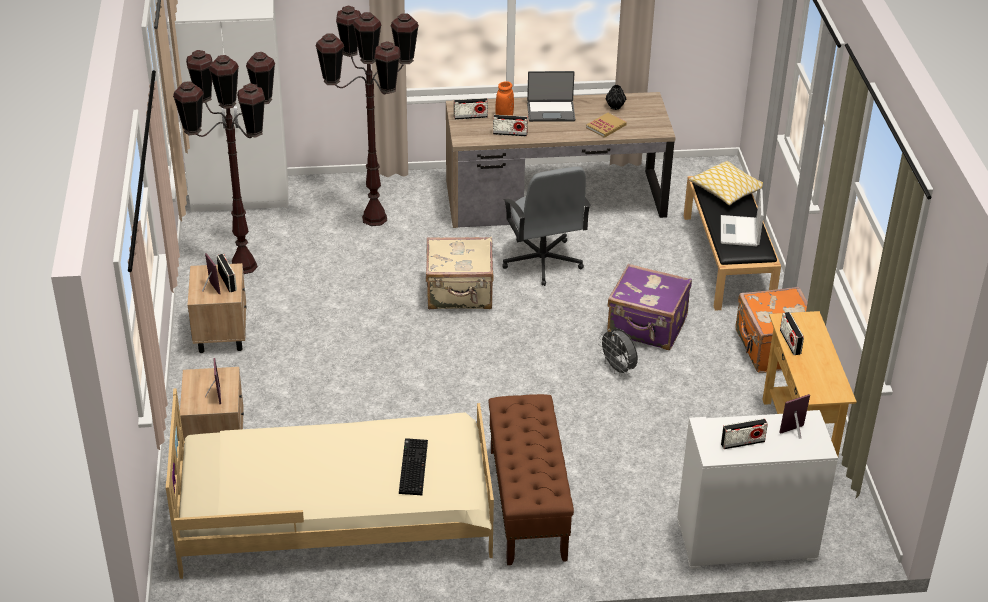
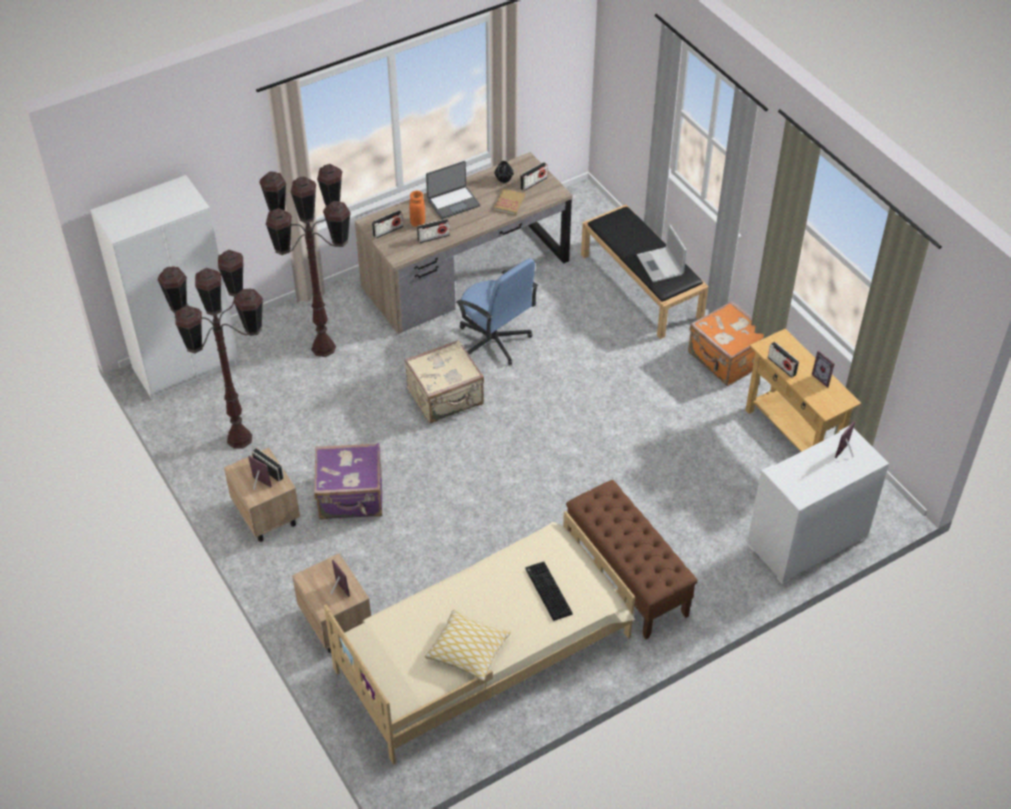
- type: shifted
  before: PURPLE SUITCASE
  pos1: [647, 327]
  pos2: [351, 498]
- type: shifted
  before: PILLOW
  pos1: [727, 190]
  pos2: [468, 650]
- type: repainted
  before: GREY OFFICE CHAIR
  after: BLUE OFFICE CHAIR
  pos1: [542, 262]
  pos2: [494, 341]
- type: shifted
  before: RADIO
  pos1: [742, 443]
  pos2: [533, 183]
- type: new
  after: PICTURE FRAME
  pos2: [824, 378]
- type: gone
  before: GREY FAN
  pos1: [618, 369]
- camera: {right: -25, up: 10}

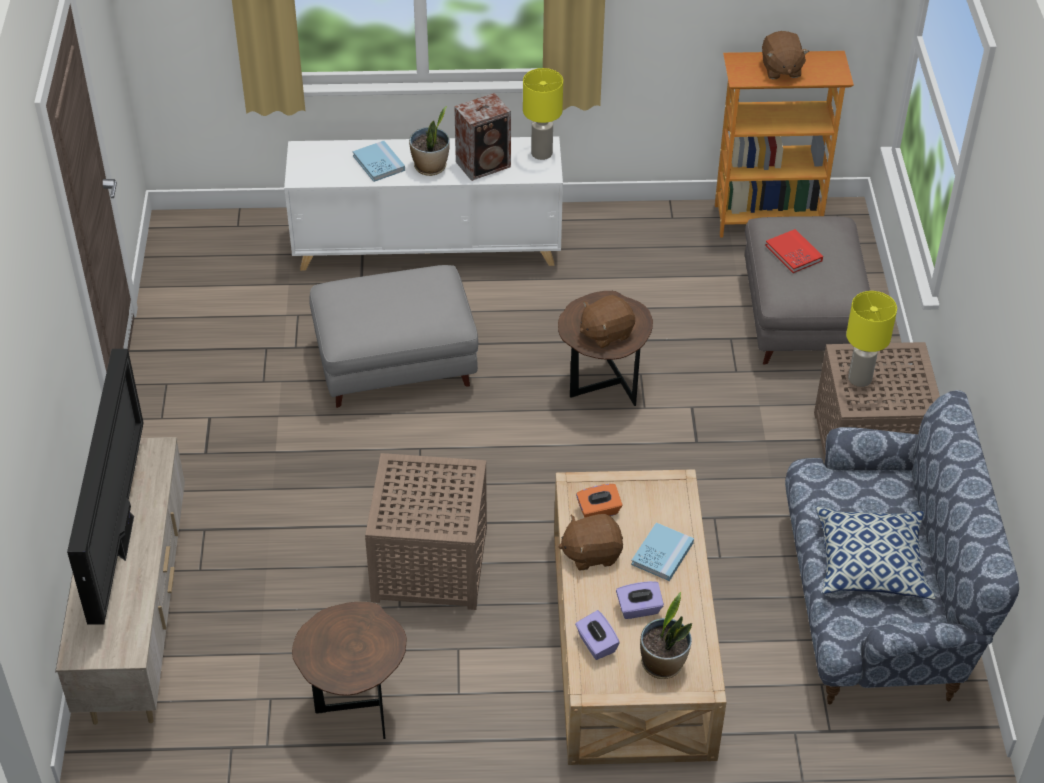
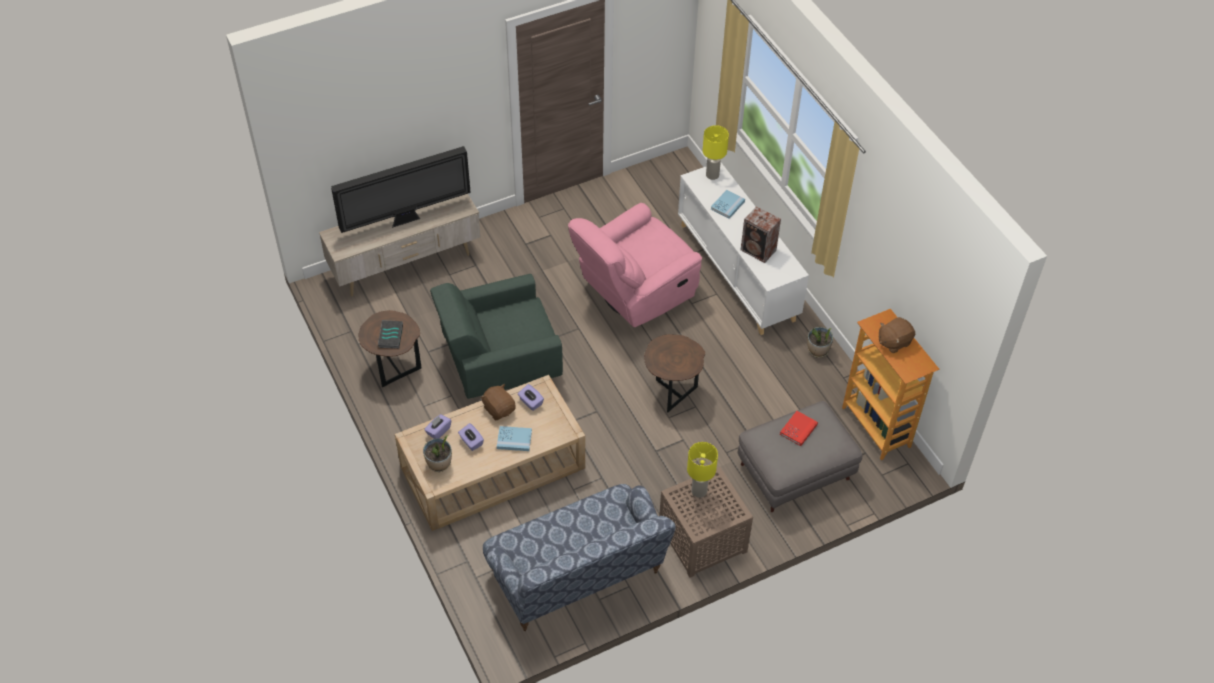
- type: new
  after: BOOK
  pos2: [390, 336]
- type: swapped
  before: BROWN SIDE TABLE
  after: GREEN ARMCHAIR
  pos1: [427, 566]
  pos2: [499, 362]
- type: repainted
  before: ORANGE TISSUE BOX
  after: PURPLE TISSUE BOX
  pos1: [598, 511]
  pos2: [530, 402]
- type: swapped
  before: GREY OTTOMAN
  after: PINK ARMCHAIR
  pos1: [395, 365]
  pos2: [634, 294]
- type: shifted
  before: YELLOW TABLE LAMP
  pos1: [541, 154]
  pos2: [712, 175]
- type: shifted
  before: POTTED PLANT
  pos1: [430, 167]
  pos2: [818, 351]
- type: gone
  before: BROWN PLUSH TOY
  pos1: [606, 333]
- type: gone
  before: PILLOW
  pos1: [871, 565]
- camera: {right: 65, up: 5}

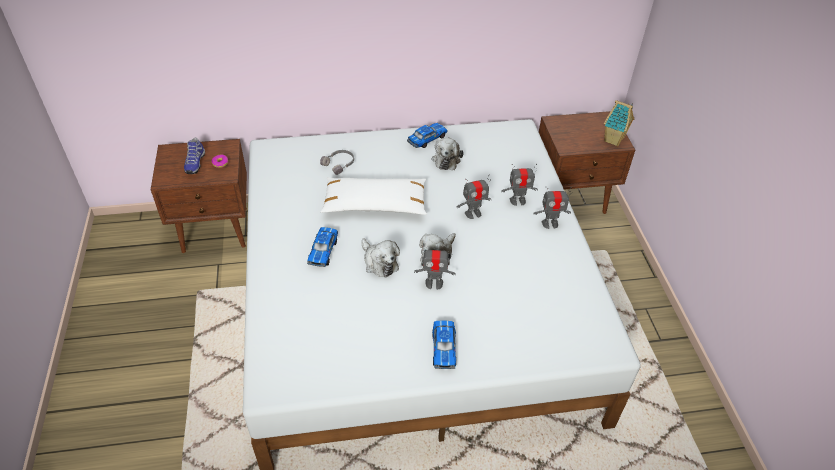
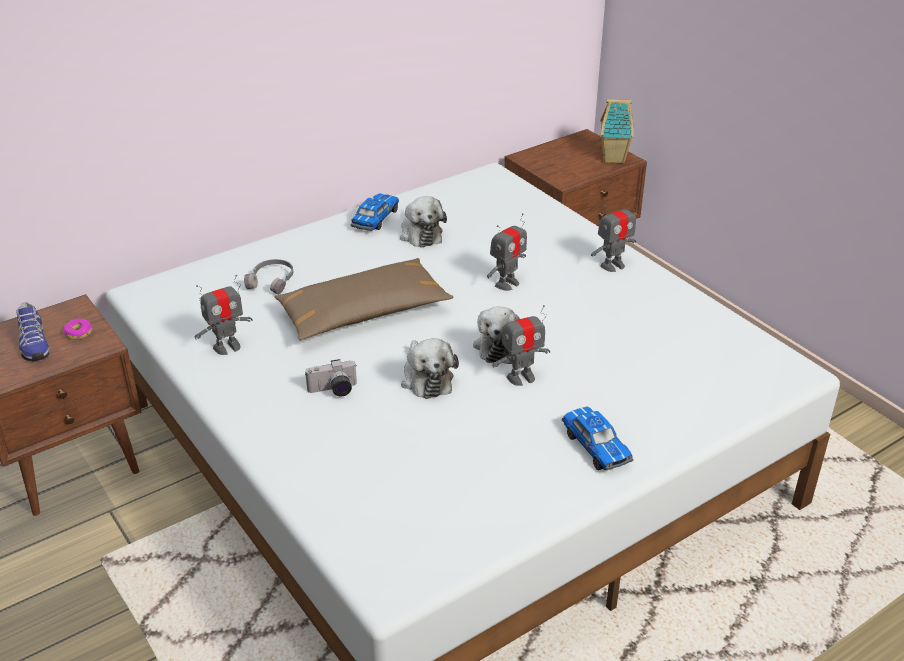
- type: shifted
  before: TOY ROBOT
  pos1: [517, 201]
  pos2: [227, 347]
- type: repainted
  before: WHITE PILLOW
  after: BROWN PILLOW
  pos1: [375, 204]
  pos2: [363, 312]
- type: swapped
  before: TOY CAR
  after: PHOTO CAMERA
  pos1: [323, 251]
  pos2: [333, 391]
- type: rotated
  before: PLUSH TOY
  pos1: [379, 262]
  pos2: [426, 378]
  turn: 45
- camera: {right: -25, up: -10}

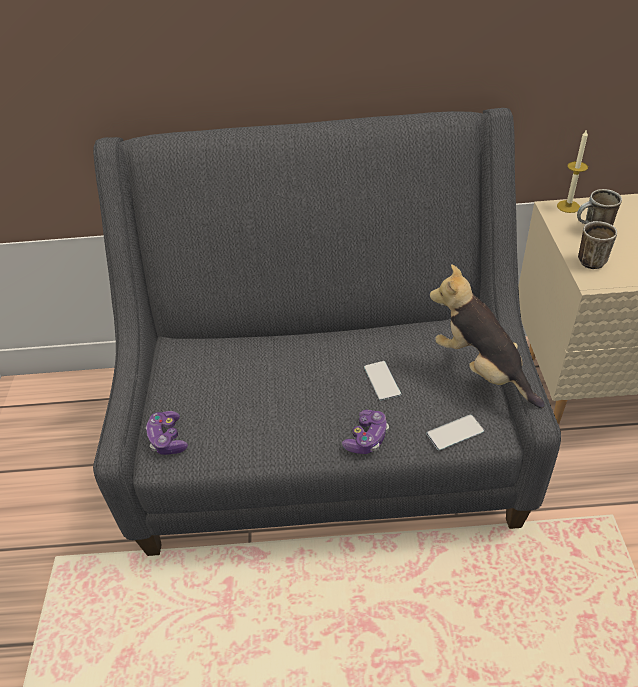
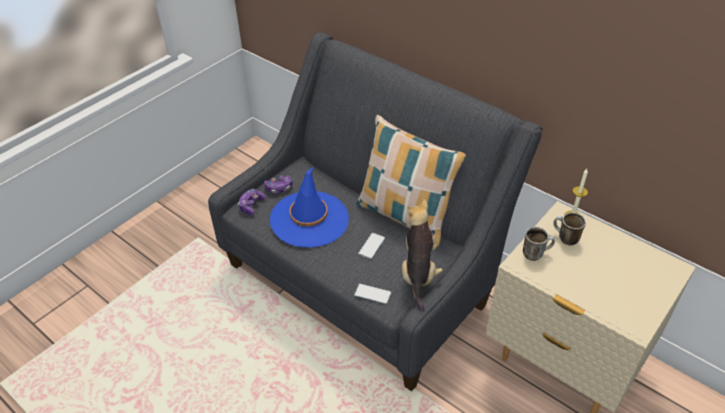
- type: shifted
  before: GAME CONTROLLER
  pos1: [367, 438]
  pos2: [279, 188]
- type: new
  after: BLUE HAT
  pos2: [309, 219]
- type: new
  after: PILLOW
  pos2: [405, 216]
- camera: {right: 40, up: 0}

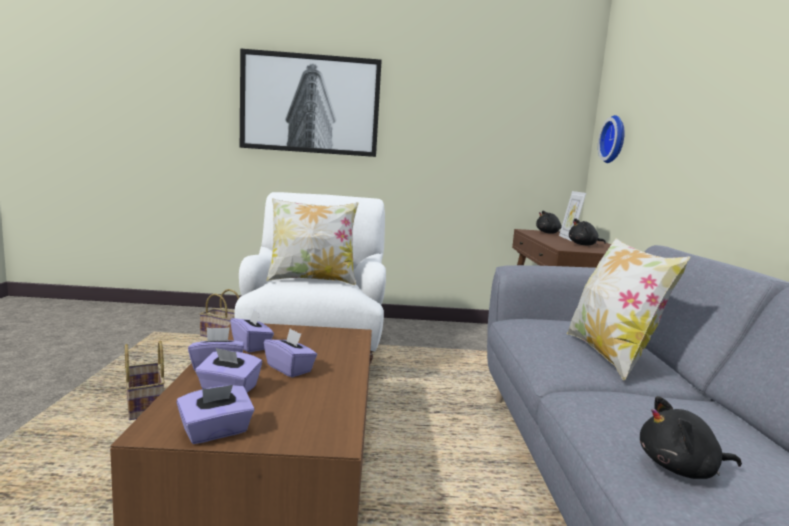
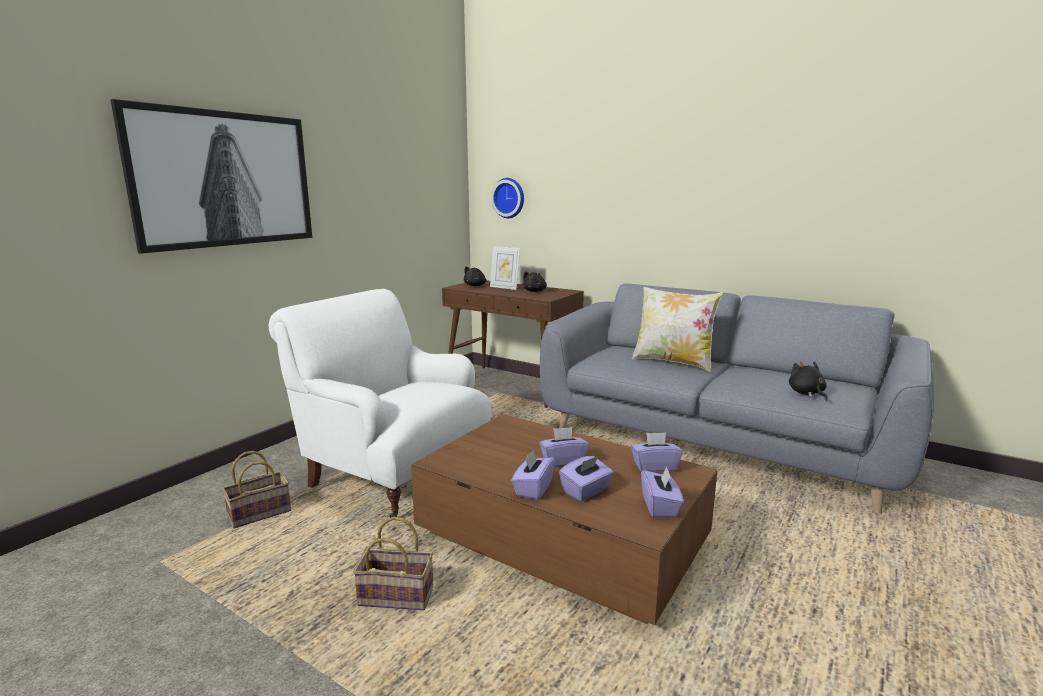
- type: shifted
  before: PURPLE TISSUE BOX
  pos1: [251, 345]
  pos2: [654, 467]
- type: rotated
  before: BLACK PLUSH TOY
  pos1: [681, 469]
  pos2: [807, 393]
  turn: 135
- type: gone
  before: PILLOW
  pos1: [312, 280]
- camera: {right: -55, up: 5}

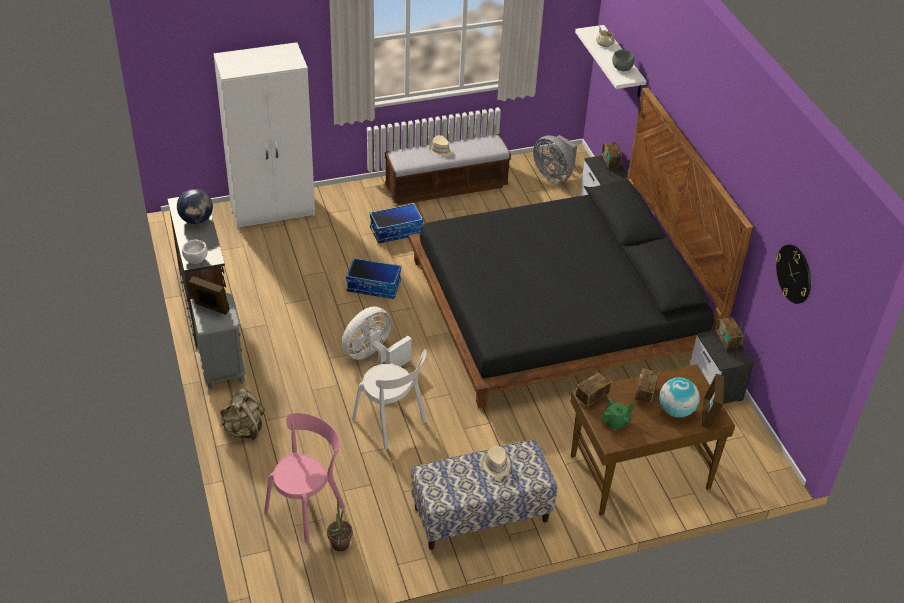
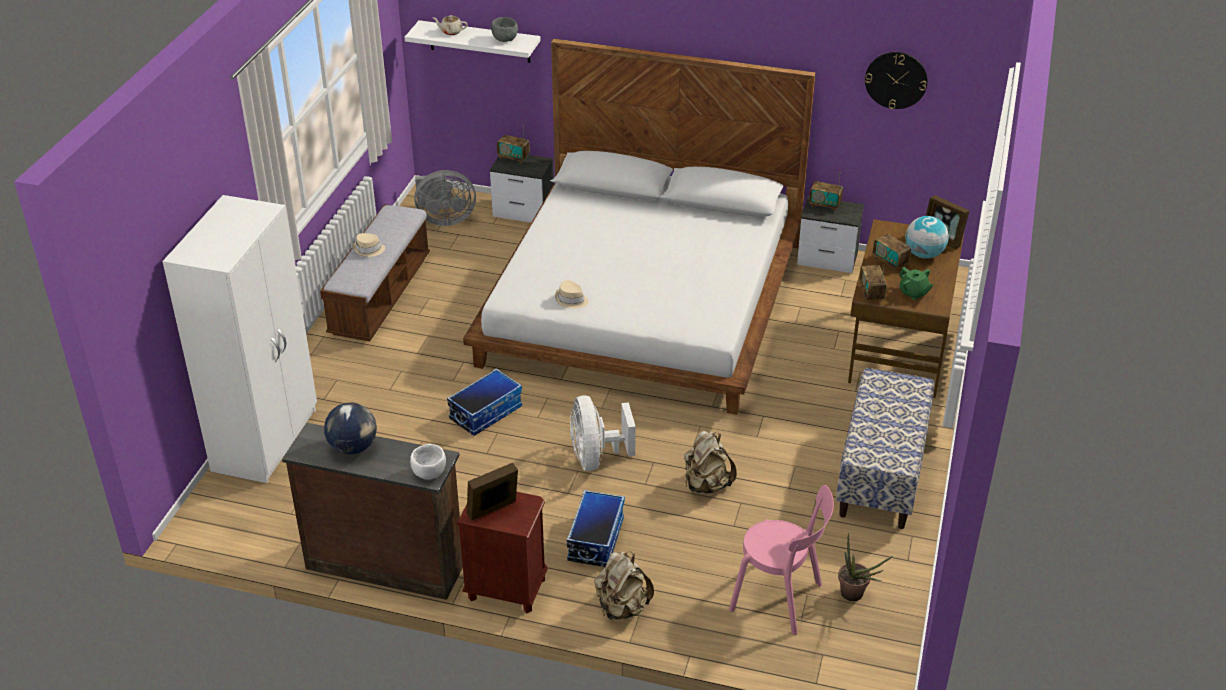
- type: repainted
  before: GREY NIGHTSTAND
  after: BROWN NIGHTSTAND
  pos1: [222, 369]
  pos2: [506, 589]
- type: repainted
  before: BLACK BED
  after: WHITE BED
  pos1: [557, 307]
  pos2: [641, 303]
- type: shifted
  before: BEIGE HAT
  pos1: [496, 464]
  pos2: [571, 300]
- type: shifted
  before: STORAGE BOX
  pos1: [396, 231]
  pos2: [595, 539]
- type: swapped
  before: WHITE CHAIR
  after: BEIGE BACKPACK
  pos1: [391, 422]
  pos2: [706, 484]
- type: rotated
  before: PINK CHAIR
  pos1: [307, 506]
  pos2: [780, 599]
  turn: 135
- type: rotated
  before: GREEN TEAPOT
  pos1: [616, 422]
  pos2: [913, 293]
  turn: 135
- camera: {right: -55, up: -5}

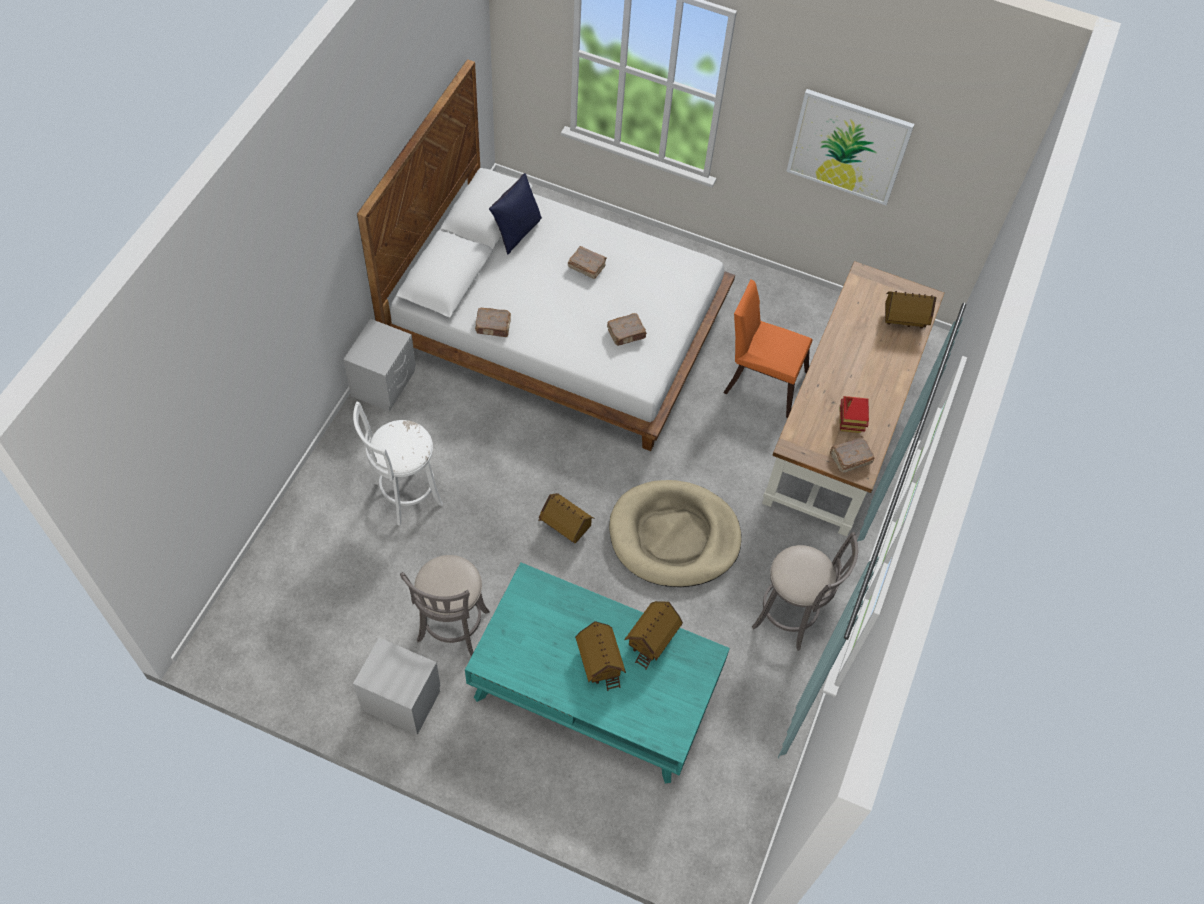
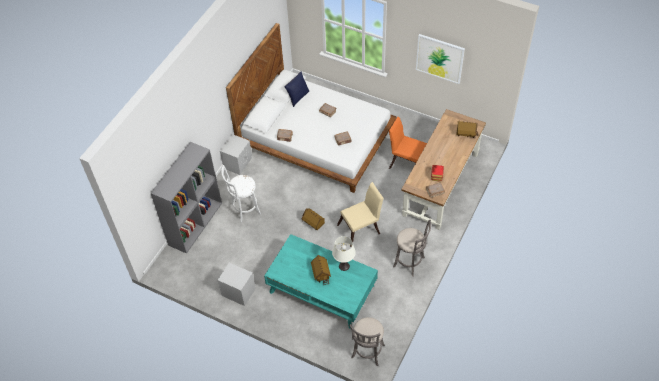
- type: new
  after: GREY BOOKCASE
  pos2: [195, 223]
- type: swapped
  before: TOY HOUSE
  after: WHITE TABLE LAMP
  pos1: [651, 640]
  pos2: [344, 266]
- type: swapped
  before: BEIGE DOG BED
  after: BEIGE CHAIR
  pos1: [674, 536]
  pos2: [361, 228]
- type: shifted
  before: GREY STOOL
  pos1: [452, 630]
  pos2: [367, 353]
- camera: {right: 10, up: -5}

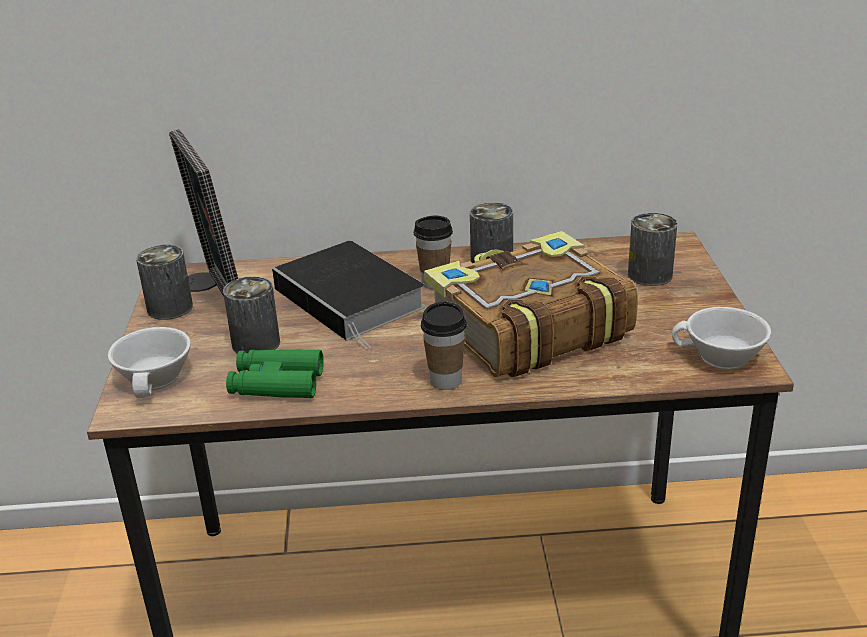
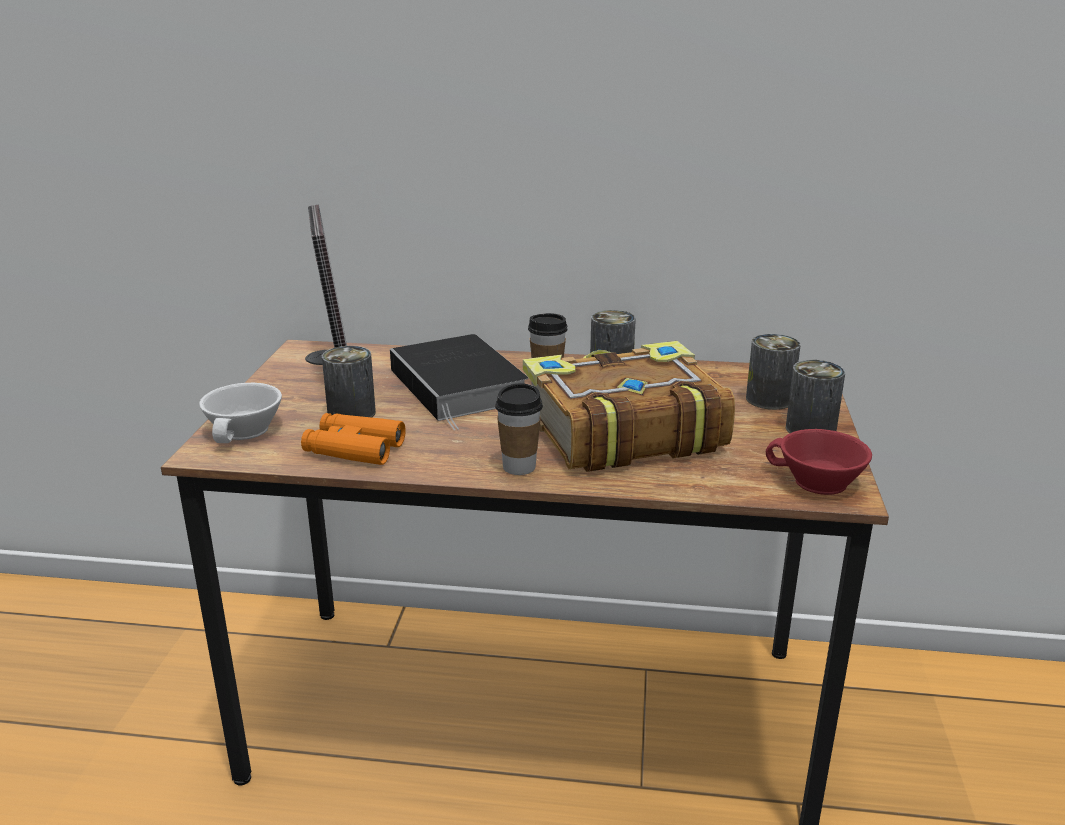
- type: repainted
  before: GREEN BINOCULARS
  after: ORANGE BINOCULARS
  pos1: [276, 383]
  pos2: [354, 449]
- type: repainted
  before: WHITE CUP
  after: RED CUP
  pos1: [721, 358]
  pos2: [816, 482]
- type: shifted
  before: CAN
  pos1: [170, 308]
  pos2: [810, 429]
- camera: {right: 10, up: -5}

